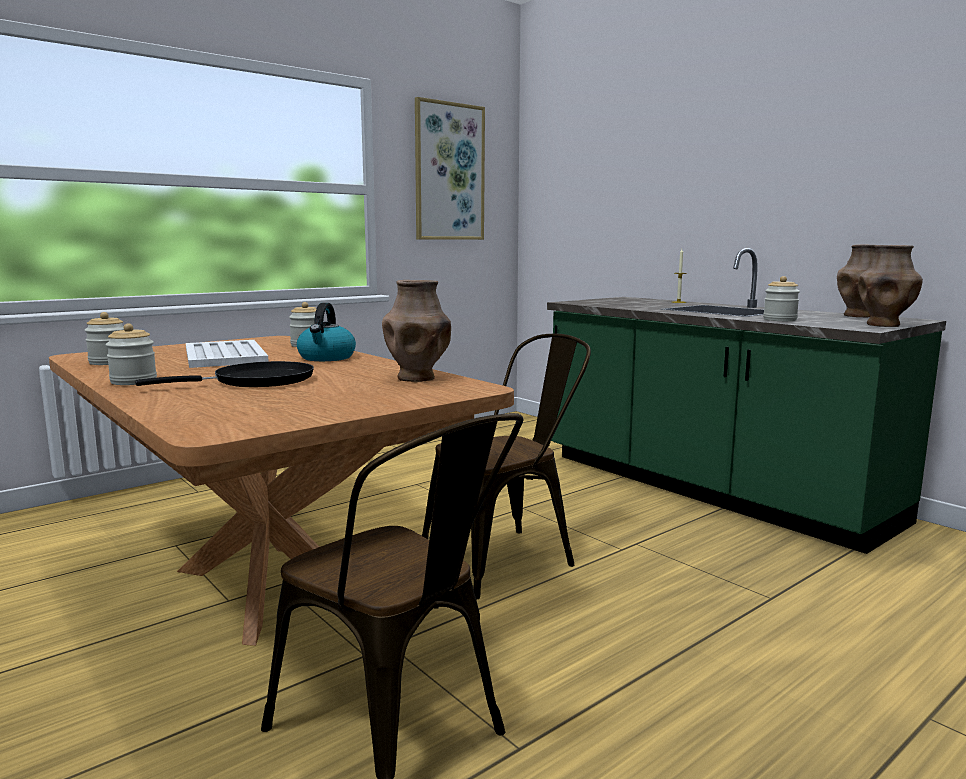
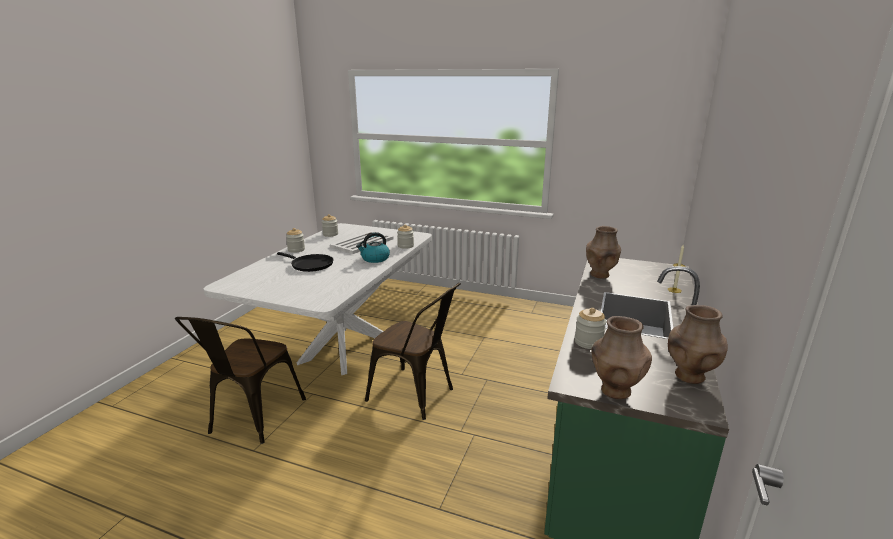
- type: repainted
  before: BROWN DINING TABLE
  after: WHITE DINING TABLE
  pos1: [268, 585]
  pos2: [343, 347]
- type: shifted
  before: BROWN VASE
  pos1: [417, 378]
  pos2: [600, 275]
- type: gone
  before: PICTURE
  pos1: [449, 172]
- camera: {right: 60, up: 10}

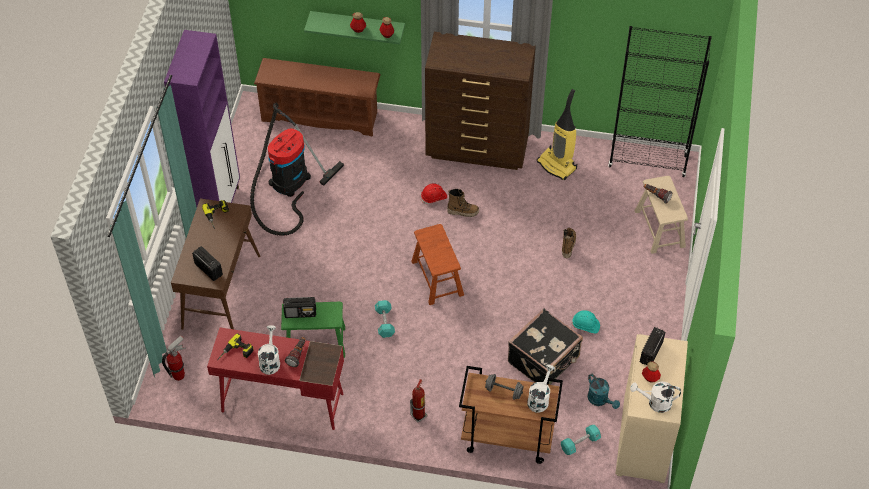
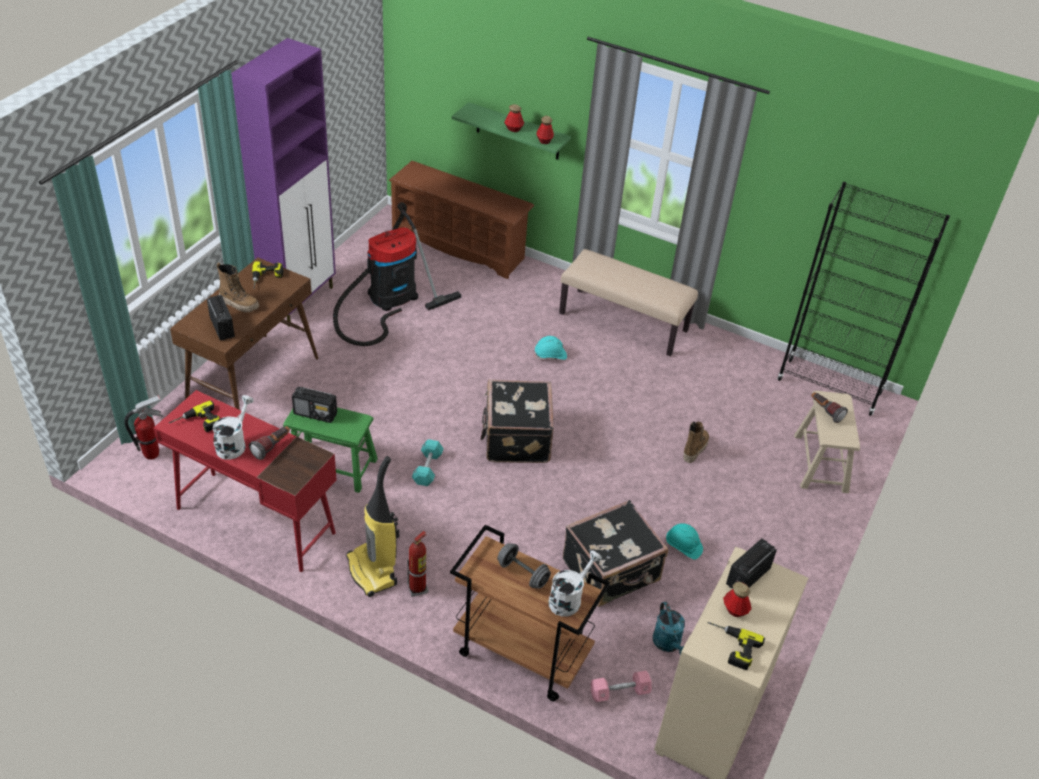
- type: shifted
  before: BOOT
  pos1: [463, 211]
  pos2: [239, 304]
- type: shifted
  before: VACUUM CLEANER
  pos1: [557, 165]
  pos2: [373, 571]
- type: swapped
  before: BROWN STOOL
  after: BLACK SUITCASE
  pos1: [437, 278]
  pos2: [515, 439]
- type: repainted
  before: RED HARD HAT
  after: TURQUOISE HARD HAT
  pos1: [434, 197]
  pos2: [550, 355]
- type: swapped
  before: BROWN DRESSER
  after: BEIGE BENCH
  pos1: [478, 149]
  pos2: [624, 322]
- type: repainted
  before: TURQUOISE DUMBBELL
  after: PINK DUMBBELL
  pos1: [580, 443]
  pos2: [619, 692]
- type: swapped
  before: WHITE WATERING CAN
  after: POWER DRILL
  pos1: [655, 403]
  pos2: [730, 646]
- camera: {right: 15, up: -10}

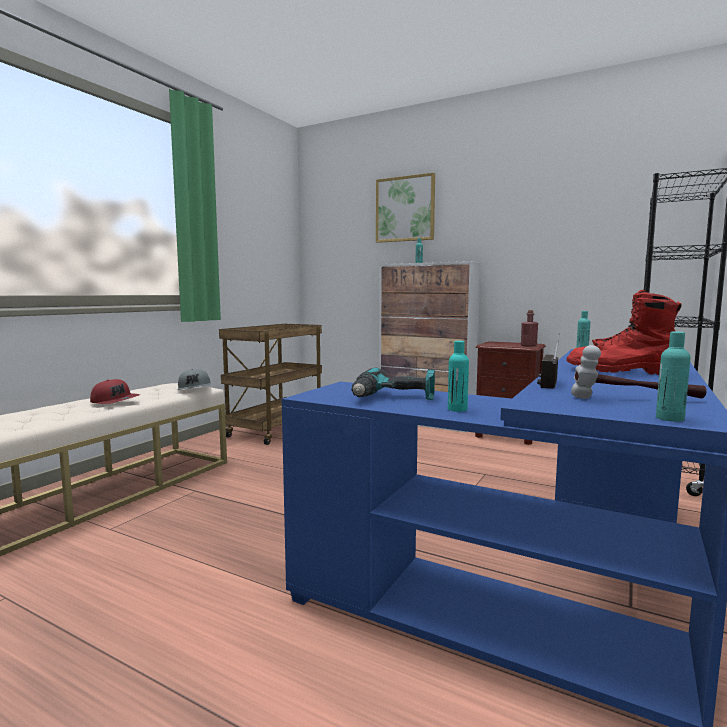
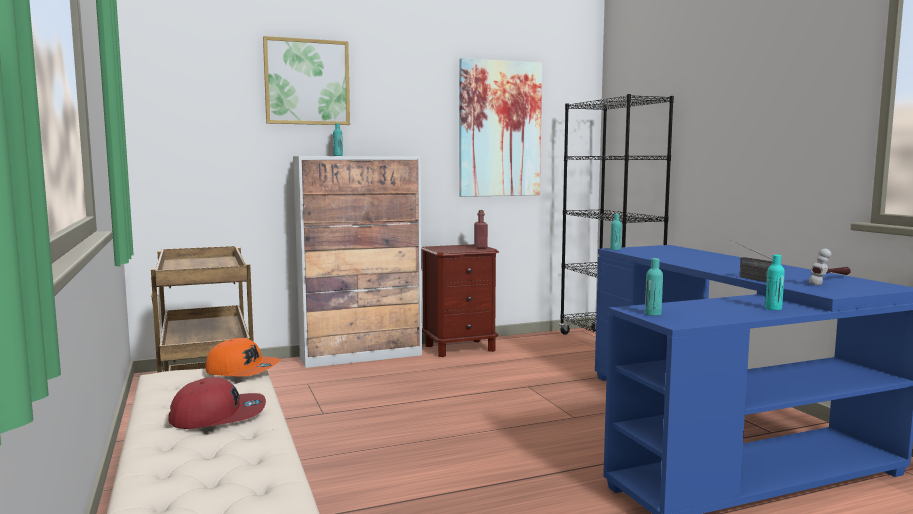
- type: repainted
  before: GREY CAP
  after: ORANGE CAP
  pos1: [195, 388]
  pos2: [243, 370]
- type: new
  after: PICTURE
  pos2: [500, 129]
- type: shifted
  before: TURQUOISE BOTTLE
  pos1: [669, 418]
  pos2: [653, 314]
- type: gone
  before: POWER DRILL
  pos1: [394, 398]
- type: gone
  before: RED BOOT
  pos1: [621, 371]
- camera: {right: -50, up: 0}

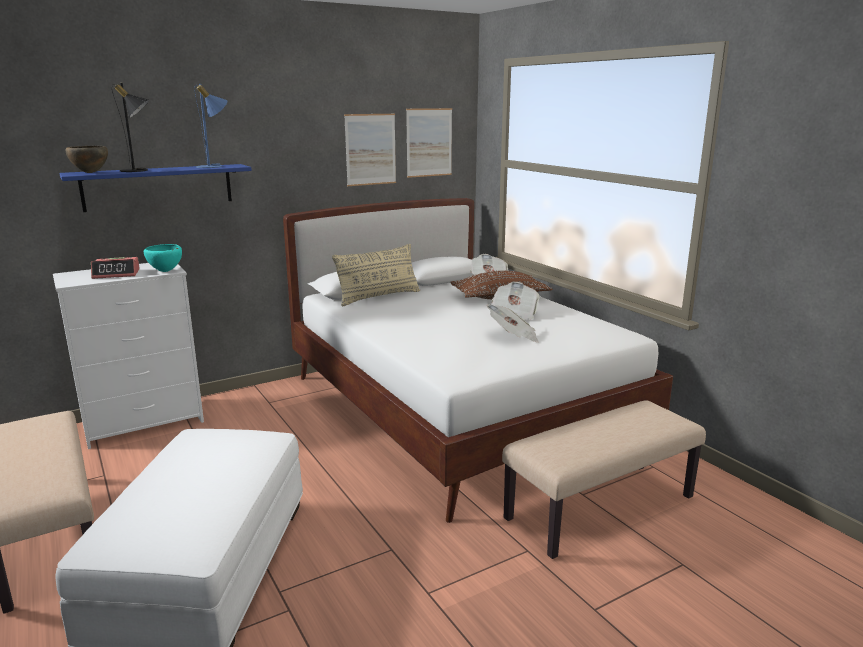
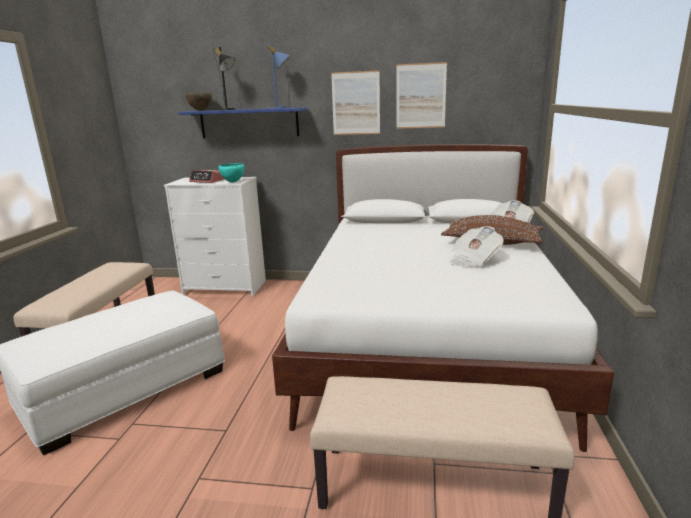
- type: shifted
  before: PICTURE
  pos1: [429, 142]
  pos2: [356, 103]
- type: gone
  before: BEIGE PILLOW
  pos1: [378, 297]
- type: gone
  before: NEWSPAPER
  pos1: [513, 337]
- camera: {right: 40, up: 0}

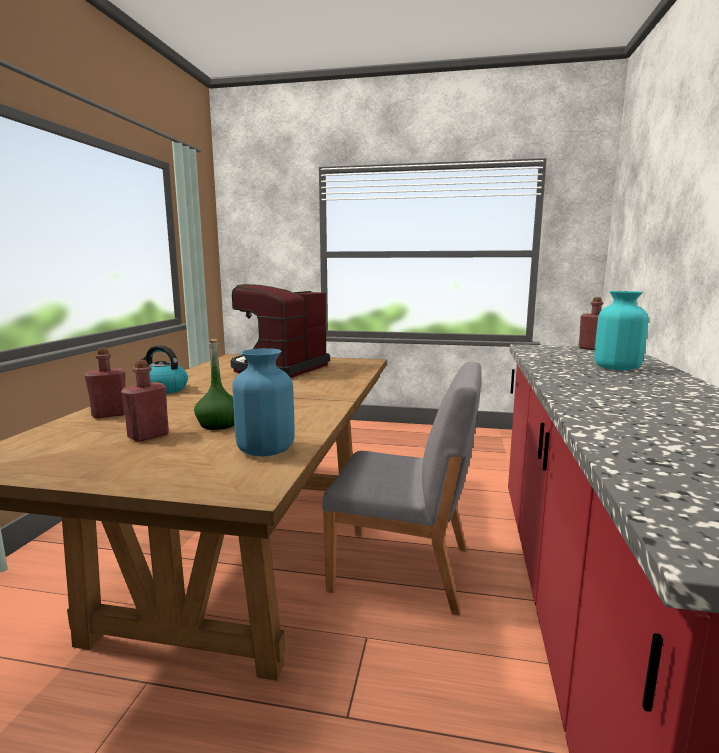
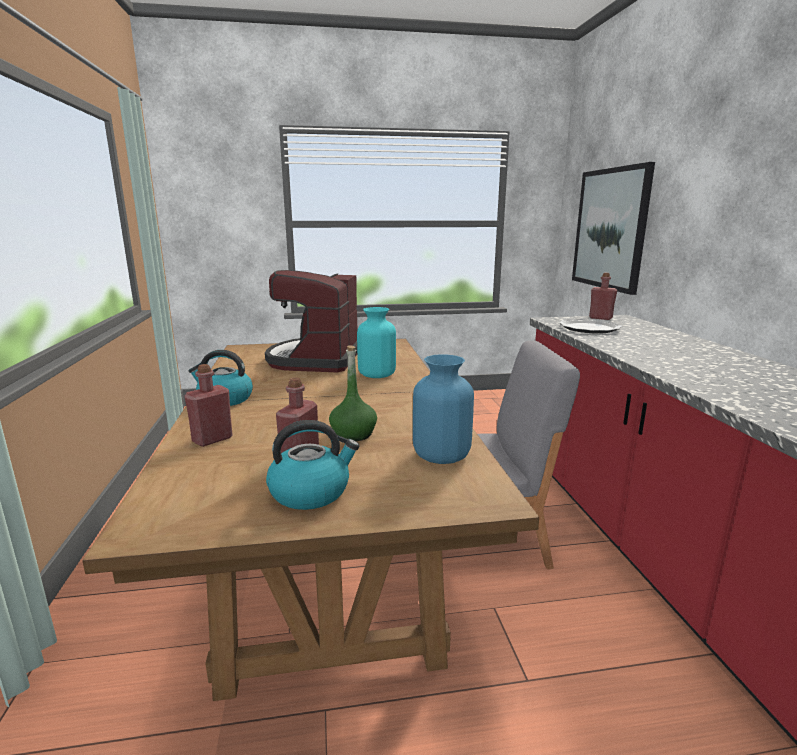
- type: new
  after: KETTLE
  pos2: [311, 492]
- type: shifted
  before: TURQUOISE VASE
  pos1: [616, 368]
  pos2: [377, 375]
- type: new
  after: PLATE
  pos2: [589, 328]
- type: new
  after: PICTURE
  pos2: [610, 229]
- camera: {right: -20, up: 5}

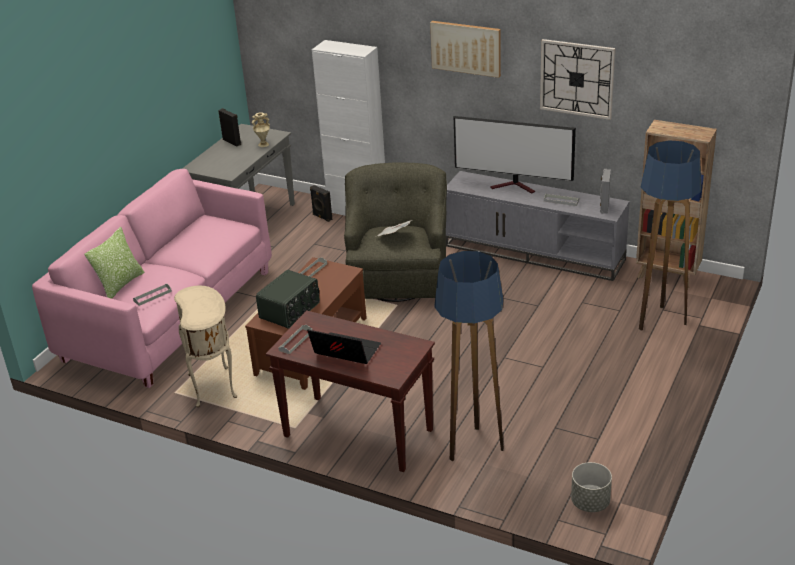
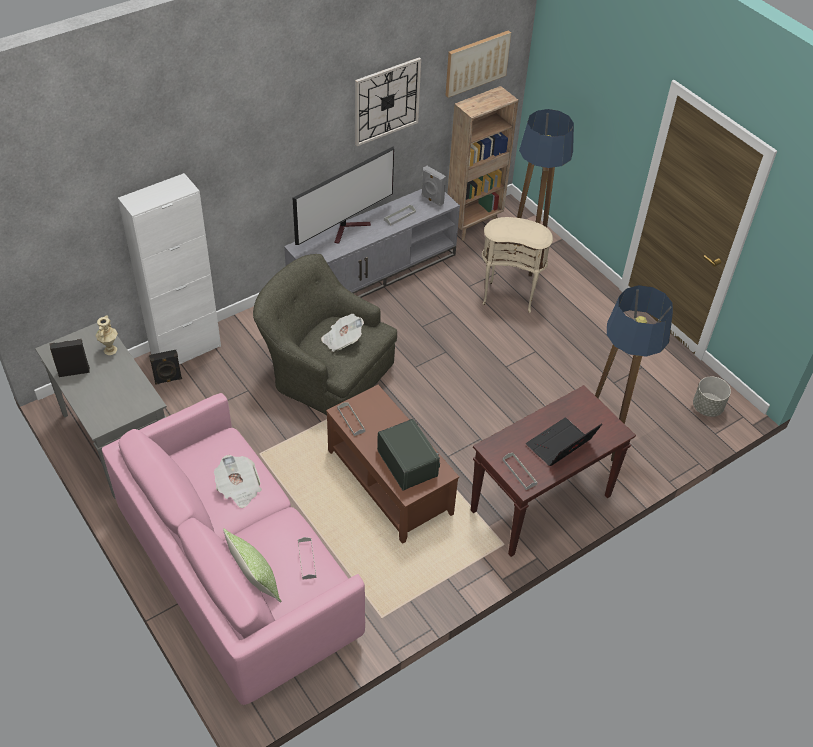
- type: new
  after: NEWSPAPER
  pos2: [239, 488]
- type: shifted
  before: PICTURE
  pos1: [466, 48]
  pos2: [476, 63]
- type: shifted
  before: BEIGE SIDE TABLE
  pos1: [214, 386]
  pos2: [509, 296]
- camera: {right: -65, up: 15}

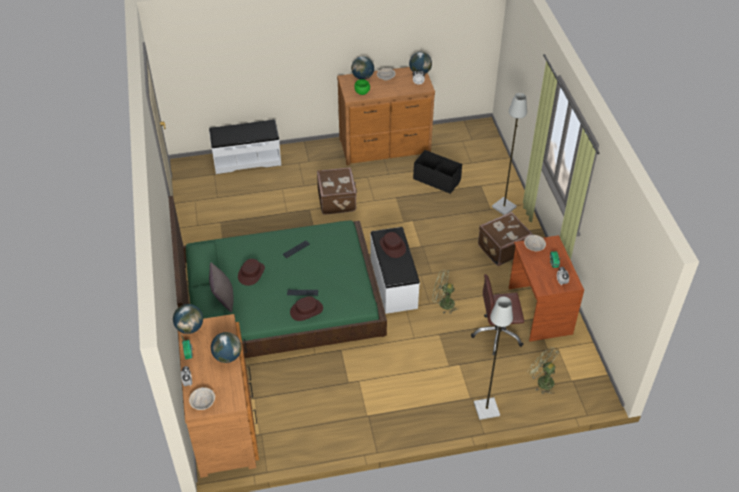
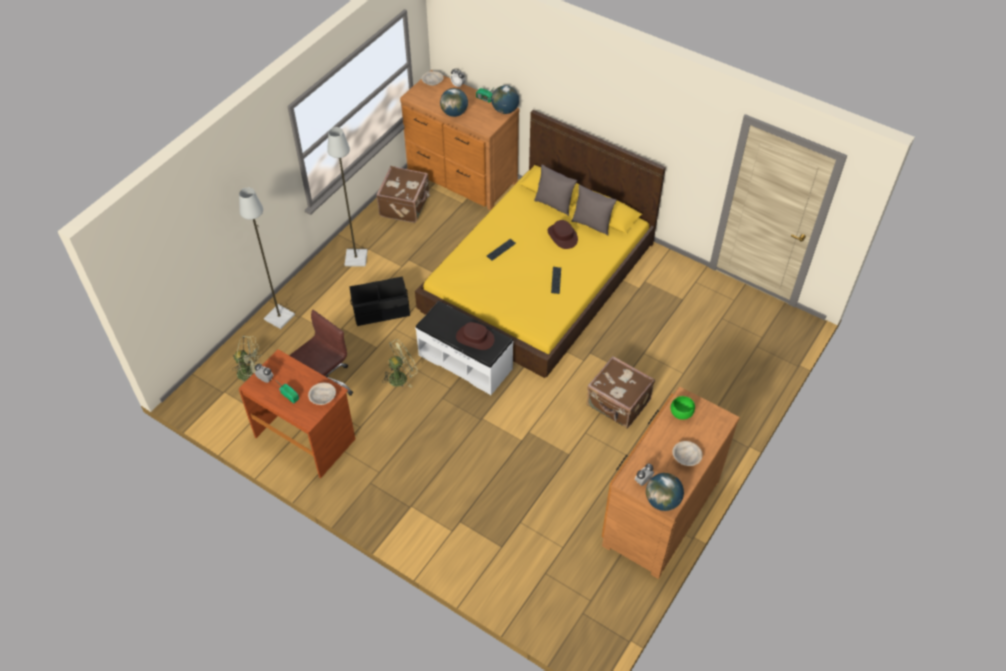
- type: shifted
  before: GREY FLOOR LAMP
  pos1: [503, 206]
  pos2: [356, 258]
- type: shifted
  before: BLACK STORAGE BOX
  pos1: [437, 180]
  pos2: [381, 310]
- type: shifted
  before: BROWN SUITCASE
  pos1: [502, 248]
  pos2: [405, 205]
- type: repainted
  before: GREEN BED
  after: YELLOW BED
  pos1: [280, 300]
  pos2: [538, 277]
- type: new
  after: GREY PILLOW
  pos2: [592, 224]
- type: gone
  before: WHITE BENCH
  pos1: [247, 159]
- type: gone
  before: BROWN HAT
  pos1: [306, 310]
- type: gone
  before: GLOBE
  pos1: [362, 77]
- camera: {right: 135, up: 5}

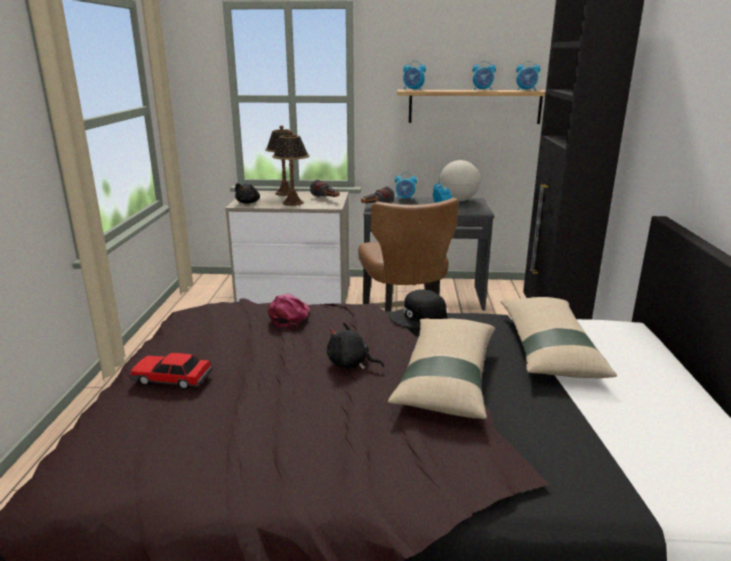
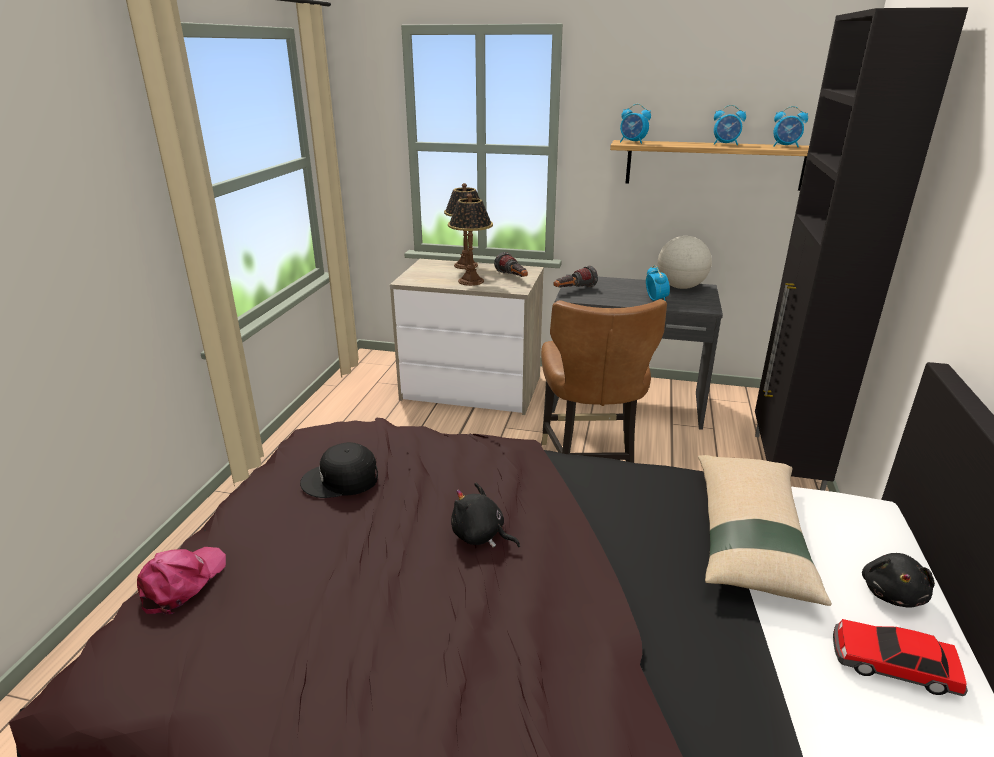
- type: shifted
  before: PINK CAP
  pos1: [290, 316]
  pos2: [182, 582]
- type: shifted
  before: BLACK CAP
  pos1: [419, 317]
  pos2: [341, 480]
- type: shifted
  before: TOY CAR
  pos1: [171, 379]
  pos2: [892, 665]
- type: shifted
  before: BLACK PLUSH TOY
  pos1: [248, 202]
  pos2: [892, 593]
- type: gone
  before: BEIGE PILLOW
  pos1: [446, 377]
- type: gone
  before: ALARM CLOCK
  pos1: [405, 199]
- camera: {right: 10, up: 5}

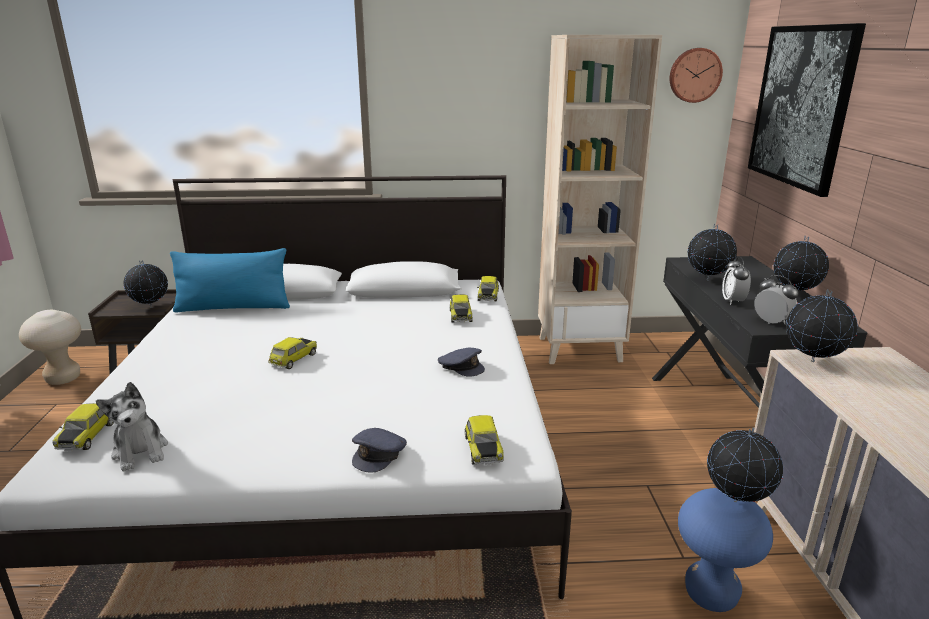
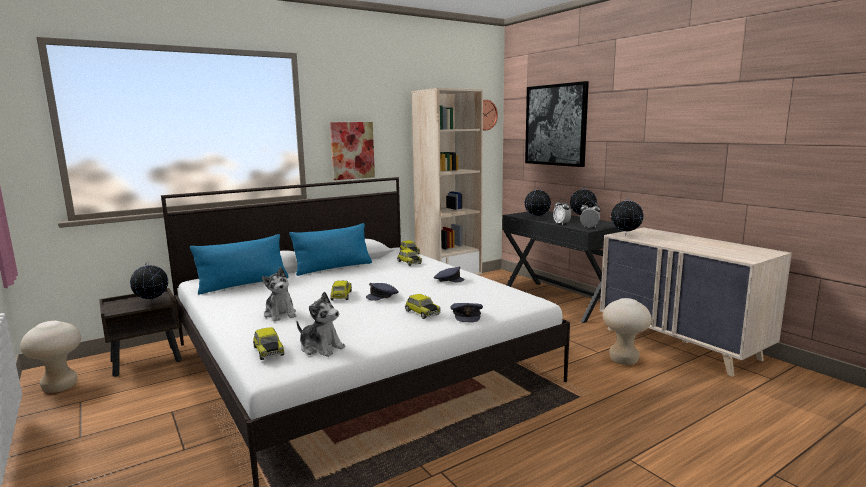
- type: new
  after: PLUSH TOY
  pos2: [280, 314]
- type: new
  after: BLUE PILLOW
  pos2: [333, 268]
- type: new
  after: PICTURE
  pos2: [352, 150]
- type: new
  after: GREY CAP
  pos2: [383, 296]
- type: shifted
  before: TOY CAR
  pos1: [482, 449]
  pos2: [421, 313]
- type: repainted
  before: BLUE STOOL
  after: BEIGE STOOL
  pos1: [711, 595]
  pos2: [623, 360]
- type: gone
  before: GLOBE
  pos1: [737, 501]
- camera: {right: -30, up: -10}

